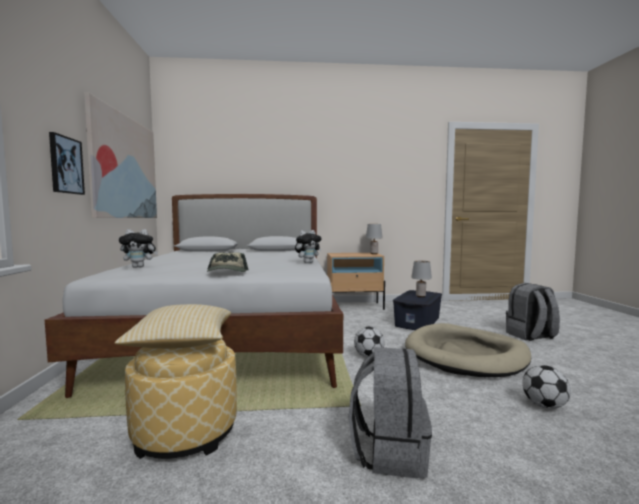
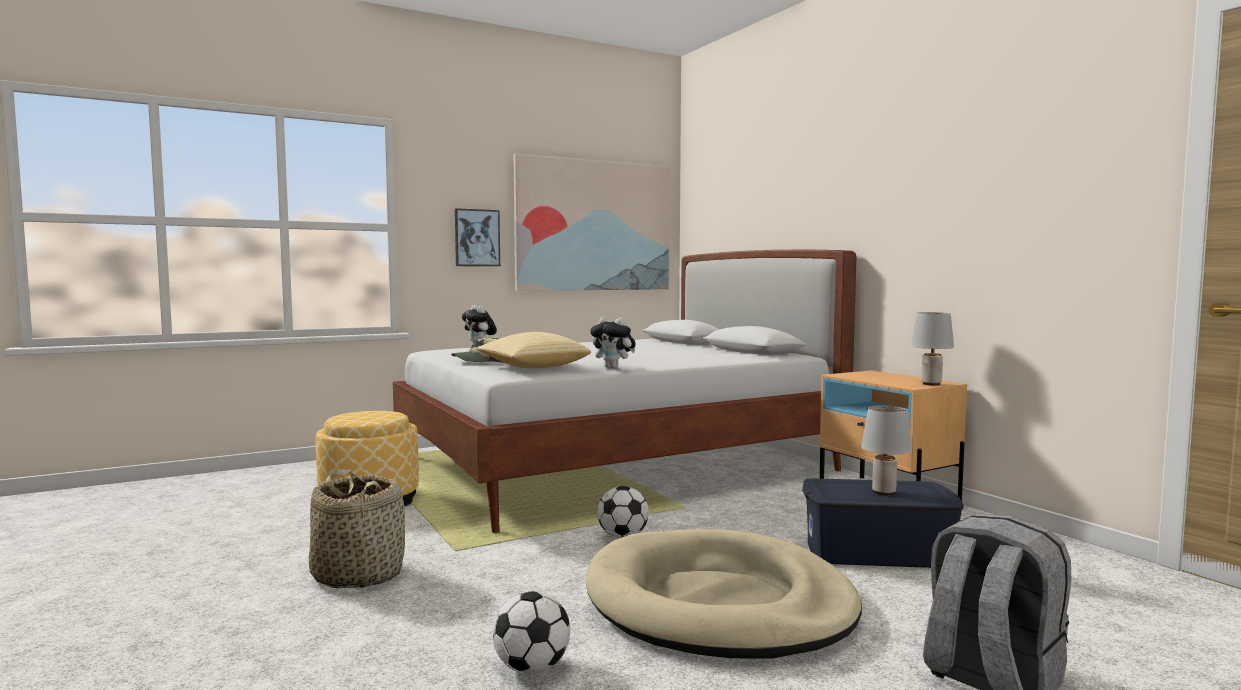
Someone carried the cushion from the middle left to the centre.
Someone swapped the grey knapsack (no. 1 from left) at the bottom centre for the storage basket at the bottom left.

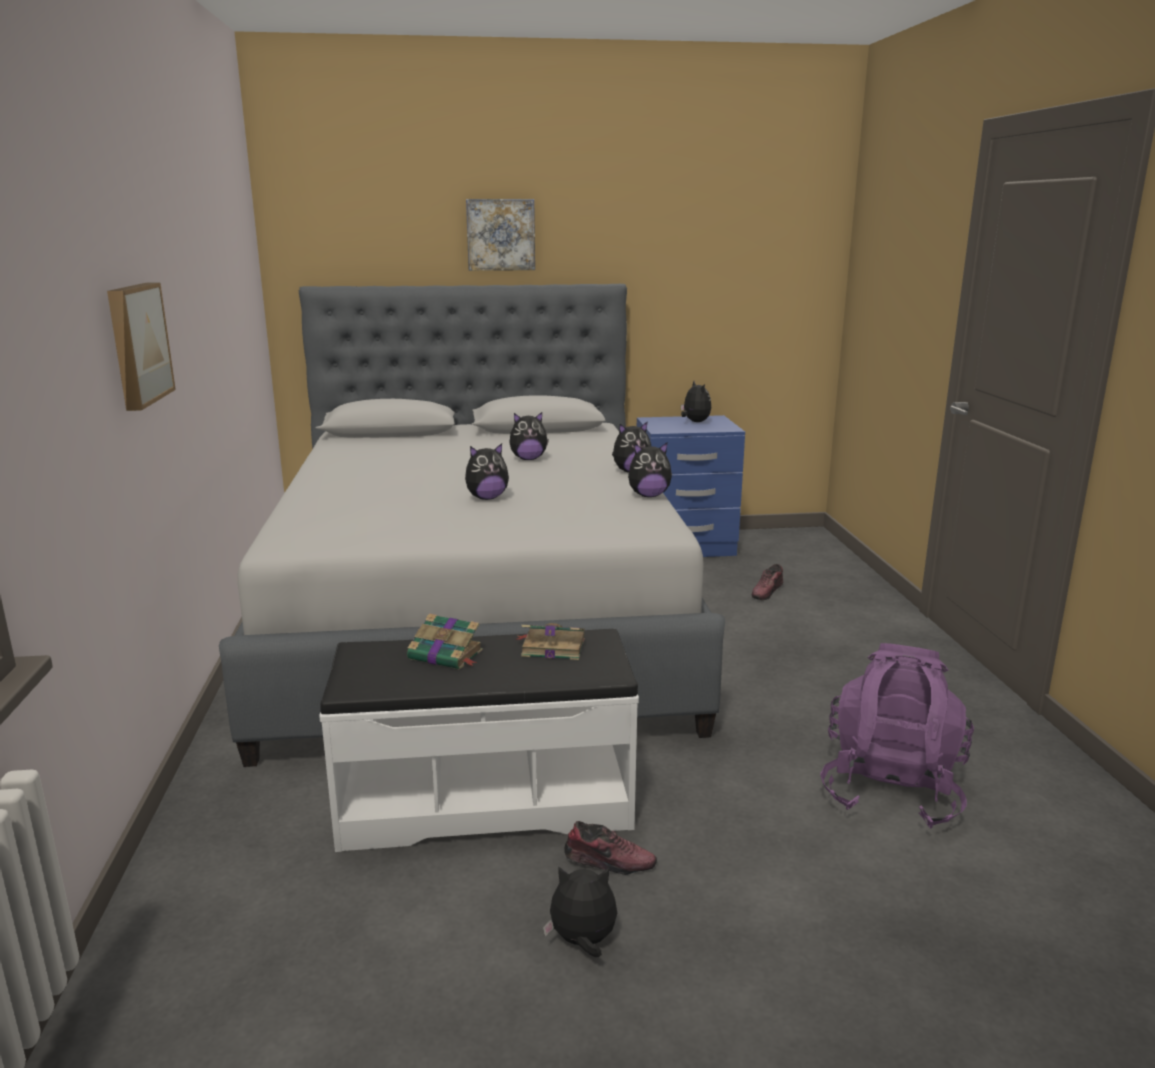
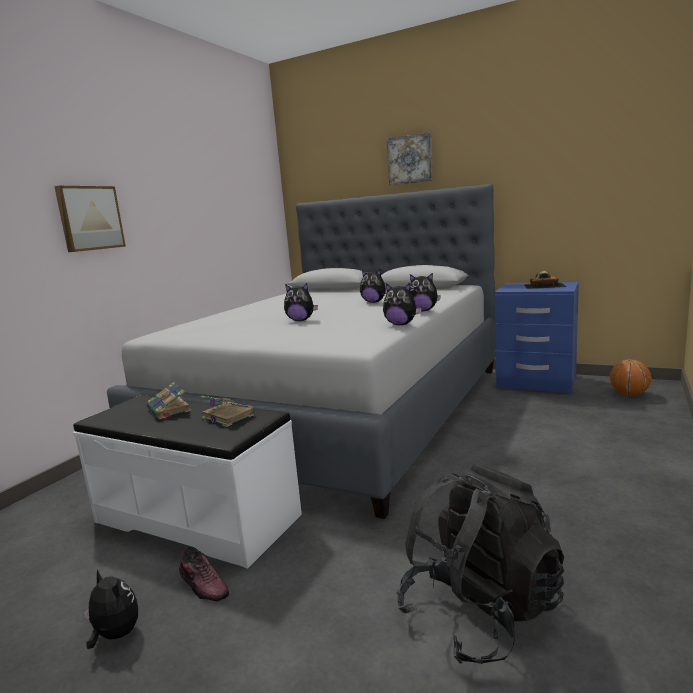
Someone swapped the cuddly toy (no. 6 from left) at the centre for the miniature car at the middle right.
Someone took away the low shoe (no. 2 from left) at the centre.
Someone repainted the purplish knapsack at the bottom right, which became the blackish knapsack at the bottom right.
Someone put down the basketball ball at the middle right.

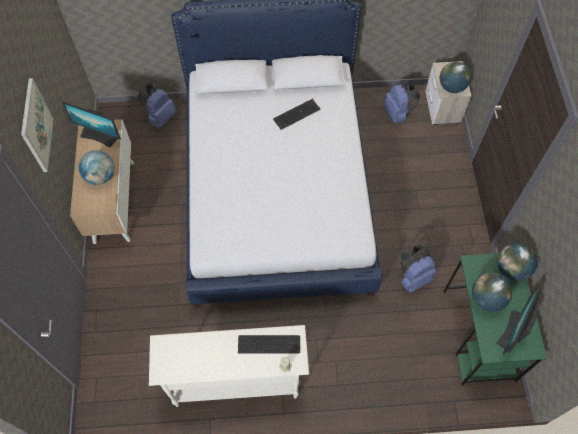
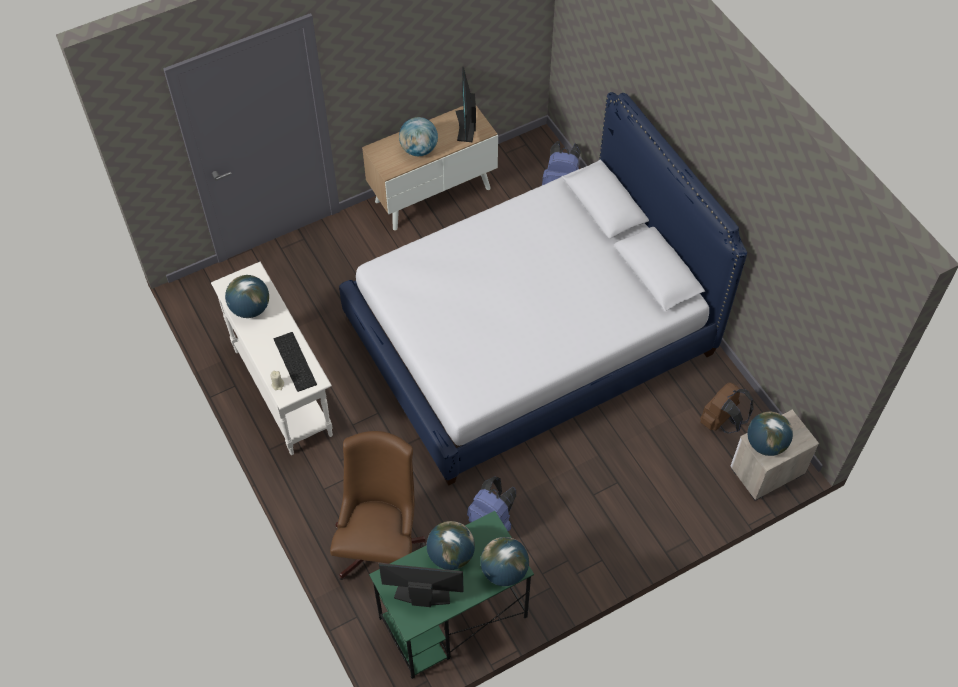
Someone took away the wall art at the top left.
Someone took away the PC keyboard (no. 2 from left) at the top centre.
Someone repainted the blue knapsack (no. 2 from left) at the top right, which became the brown knapsack at the middle right.
Someone put down the desk globe (no. 1 from left) at the middle left.
Someone put down the brown computer chair at the bottom centre.

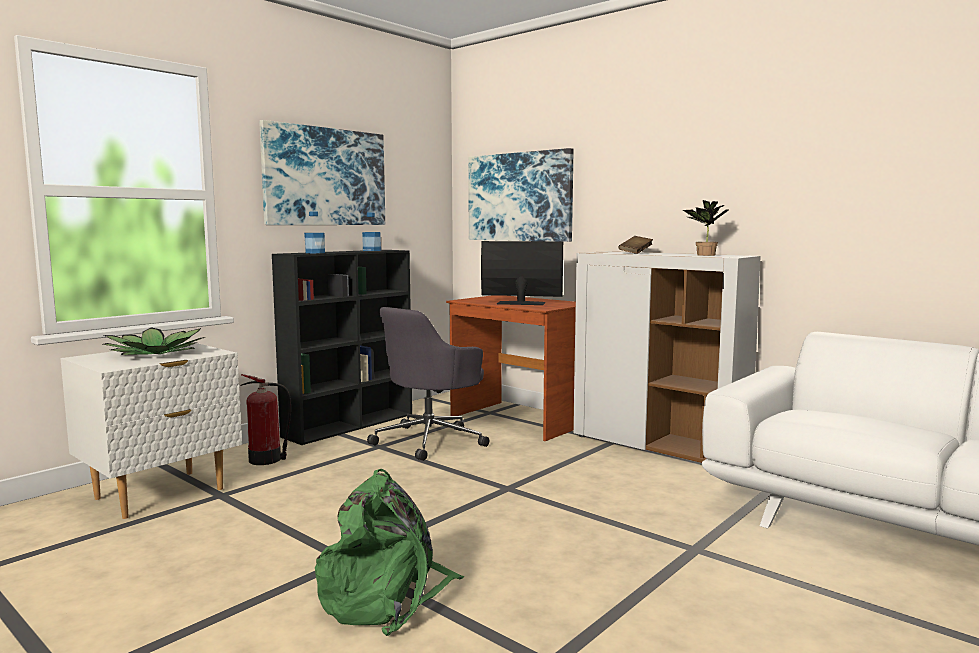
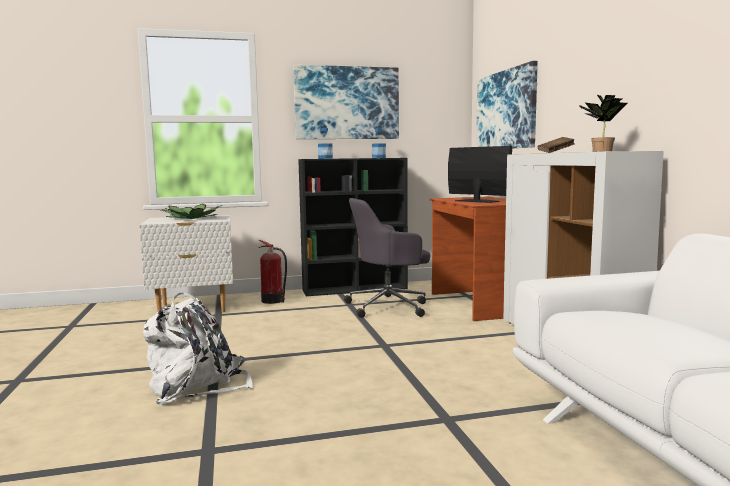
Someone repainted the green knapsack at the bottom centre, which became the white knapsack at the bottom left.

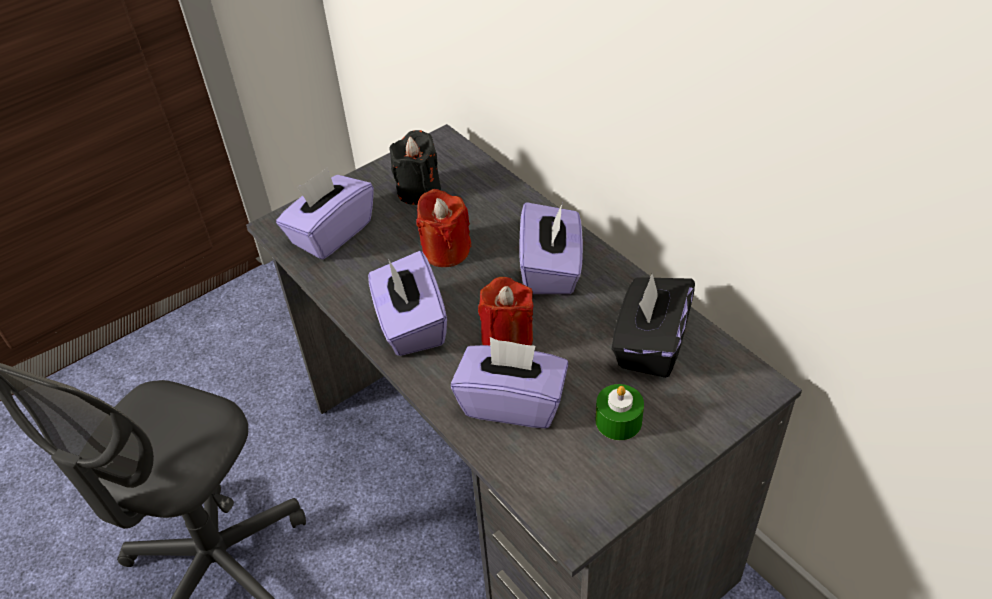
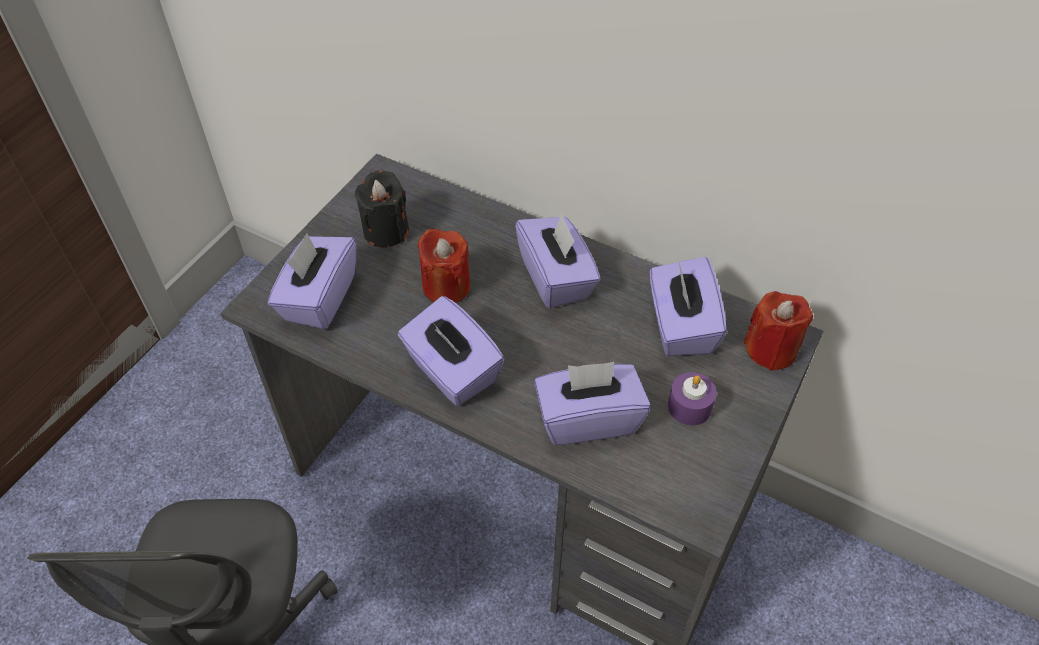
Someone carried the reddish wax light (no. 2 from left) from the centre to the middle right.
Someone repainted the green wax light at the bottom centre, which became the purplish wax light at the centre.
Someone repainted the blackish tissue holder at the centre, which became the purplish tissue holder (no. 5 from left) at the centre.

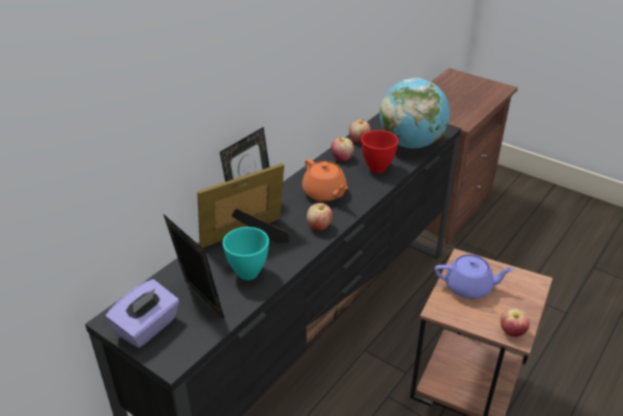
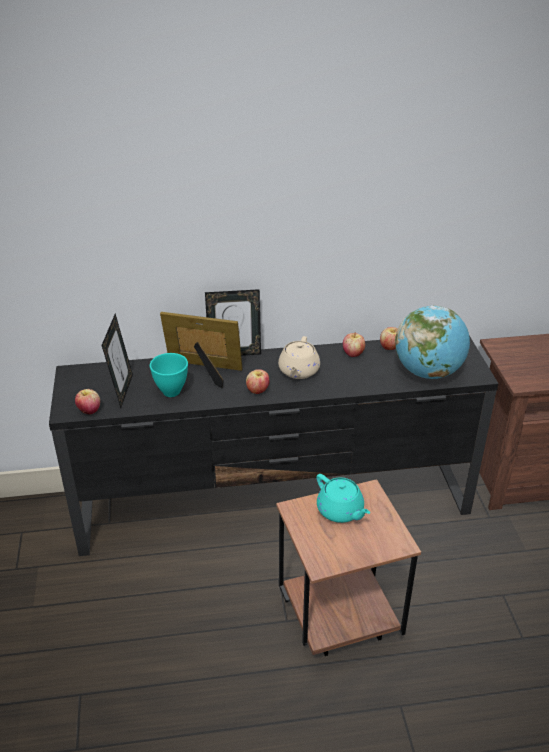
Someone took away the purplish tissue holder at the bottom left.
Someone repainted the orange tea pot at the centre, which became the sand-coloured tea pot at the centre.
Someone took away the reddish deep dish at the centre.
Someone repainted the purplish tea pot at the middle right, which became the turquoise tea pot at the centre.
Someone carried the apple (no. 4 from left in the first image) from the bottom right to the middle left.

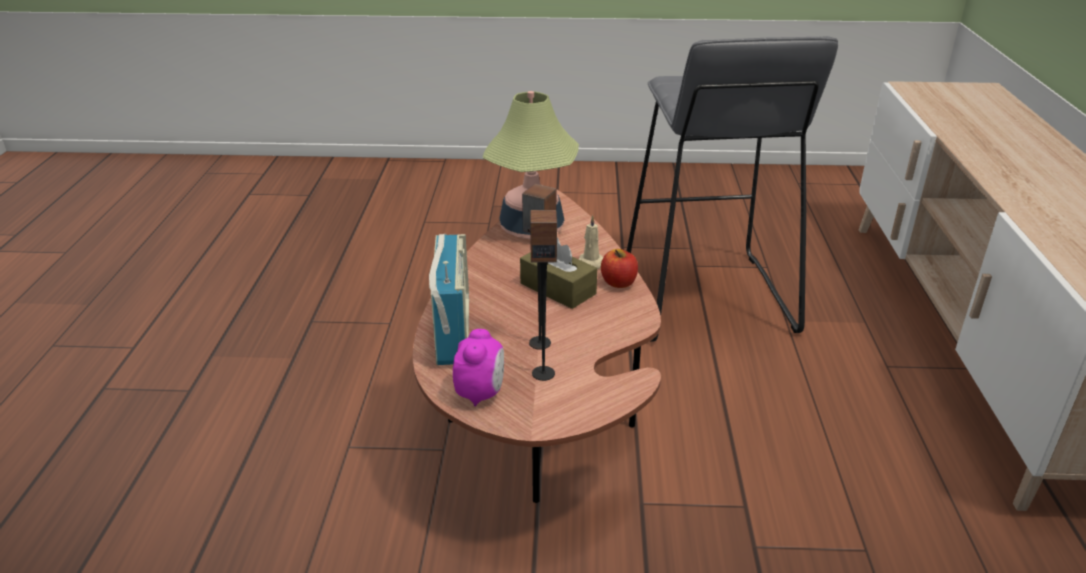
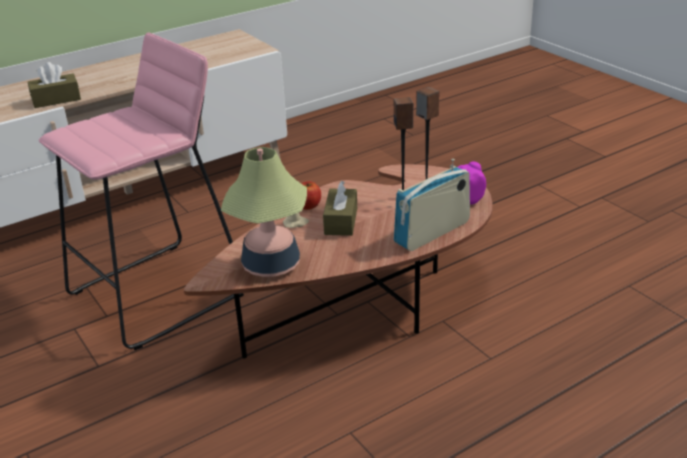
Someone repainted the grey sitting stool at the top right, which became the pinkish sitting stool at the middle left.
Someone put down the brown tissue holder (no. 1 from left) at the top left.

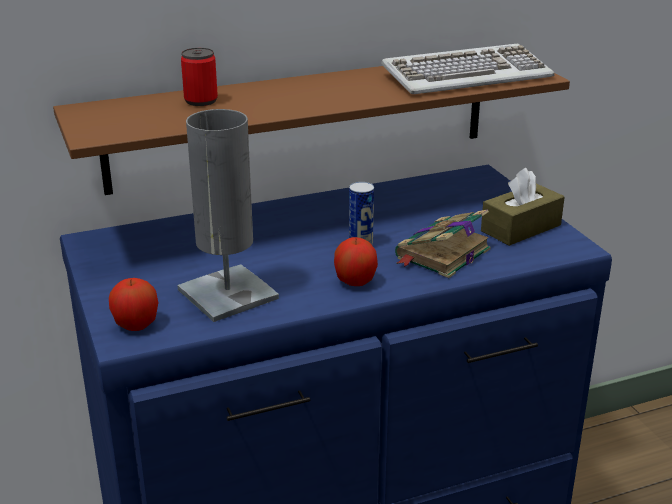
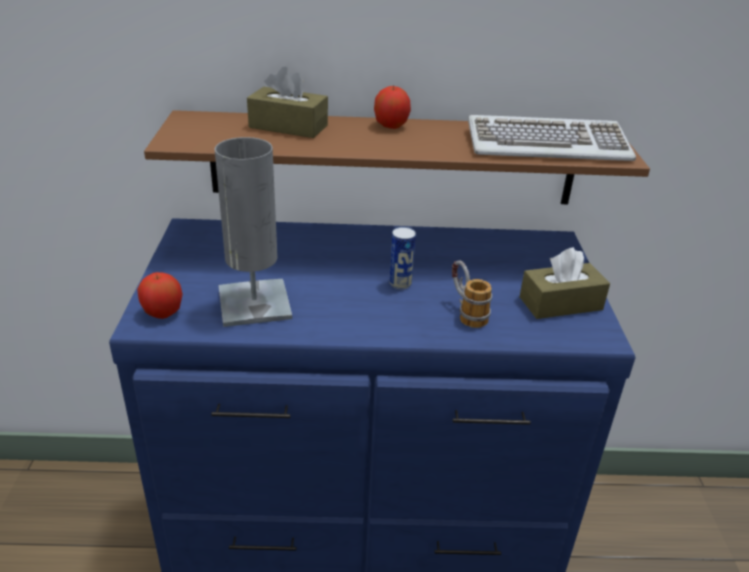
Someone swapped the can (no. 1 from left) at the top left for the brown tissue holder (no. 1 from left) at the top centre.
Someone carried the apple (no. 2 from left) from the centre to the top centre.
Someone swapped the bound book at the centre for the mug at the centre.

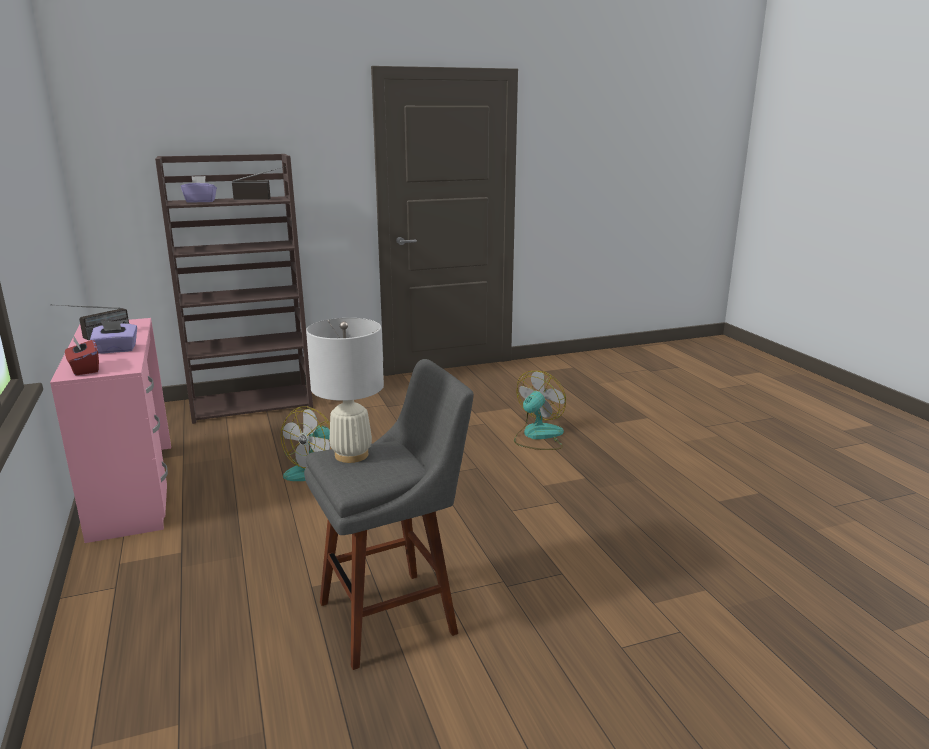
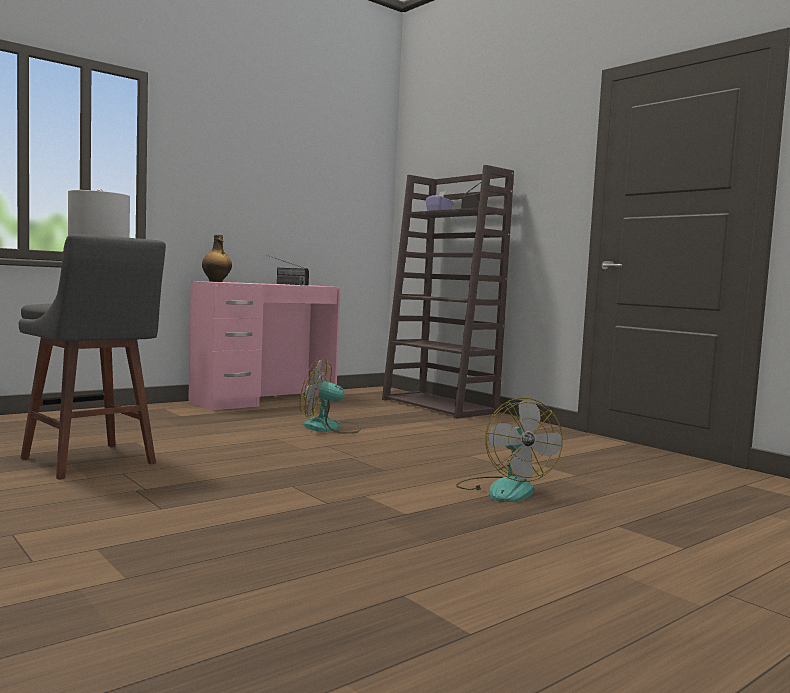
Someone swapped the reddish tissue holder at the middle left for the bottle at the middle left.
Someone took away the purplish tissue holder (no. 1 from left) at the middle left.
Someone rotated the fan (no. 2 from left) at the centre by 60 degrees clockwise.

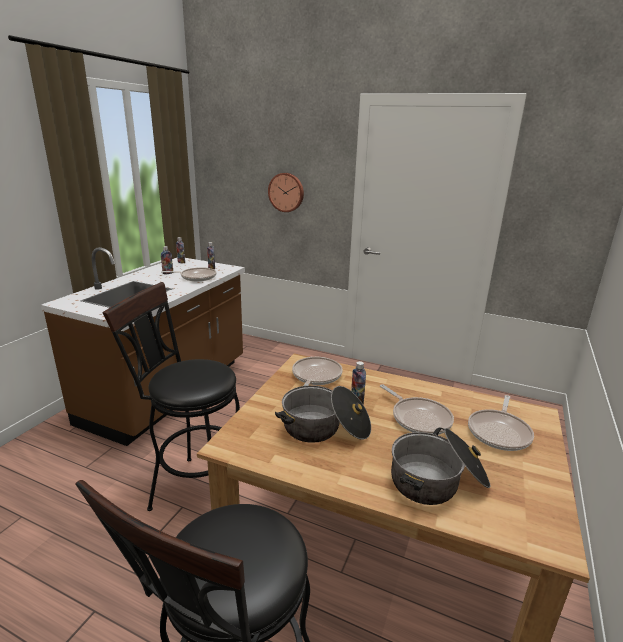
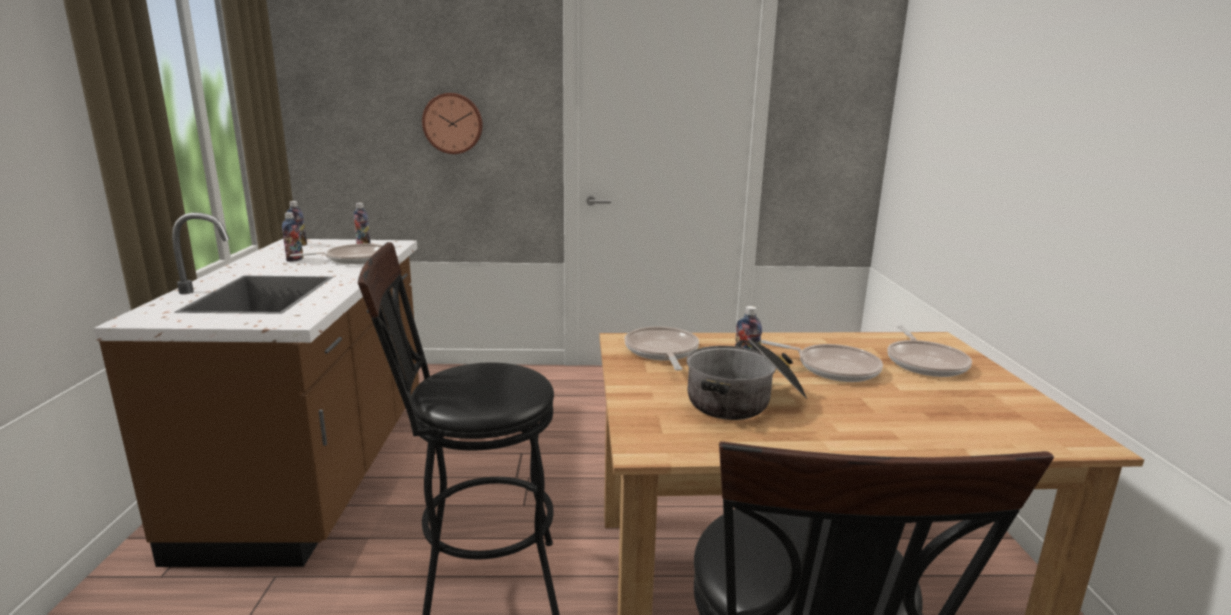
Someone took away the saucepot (no. 2 from left) at the bottom right.

